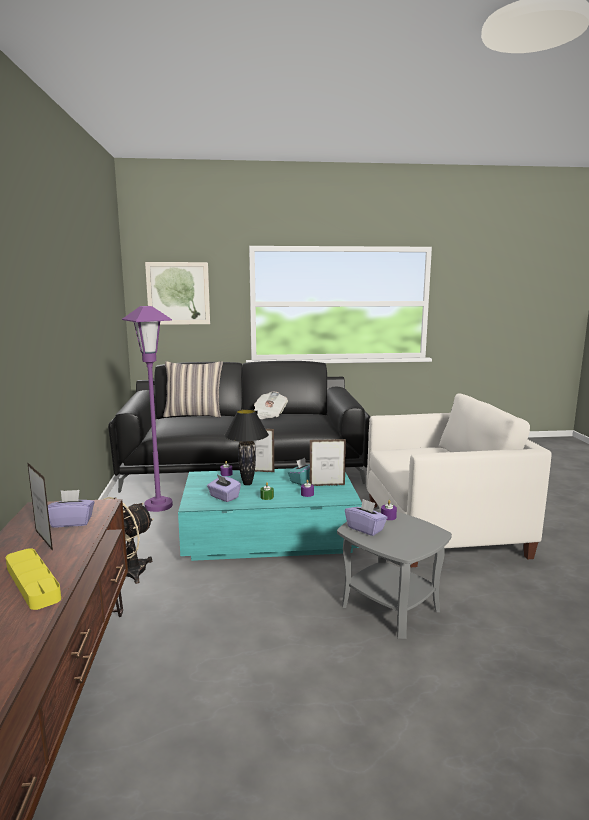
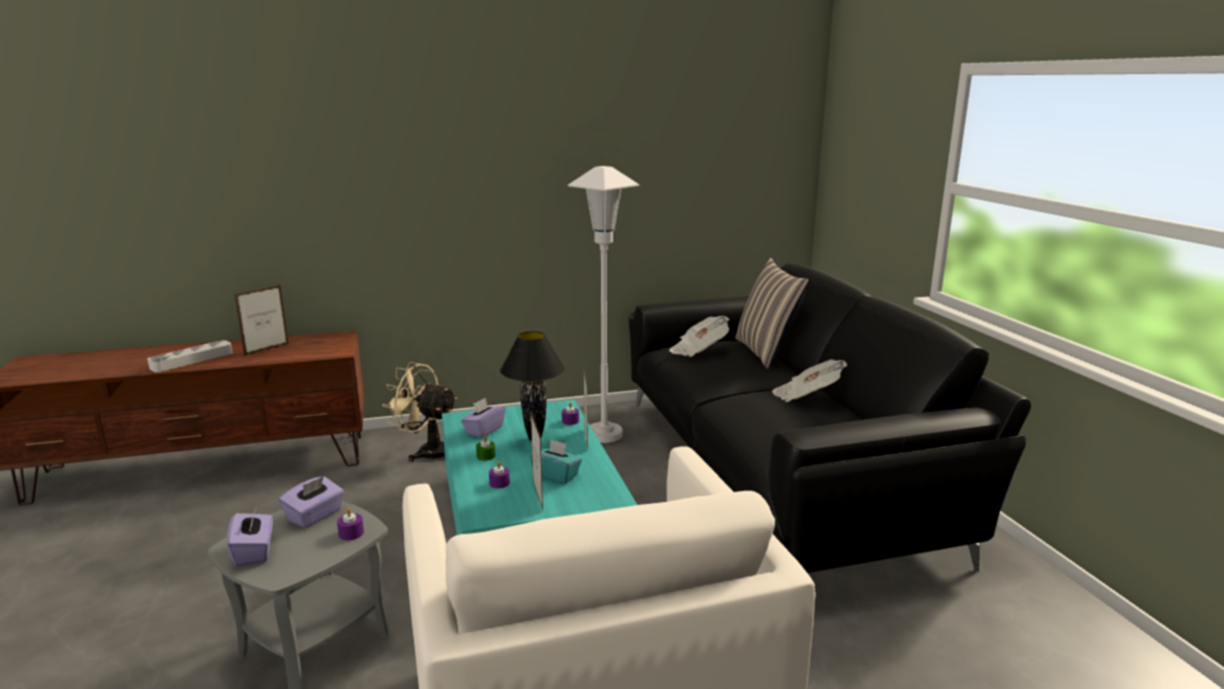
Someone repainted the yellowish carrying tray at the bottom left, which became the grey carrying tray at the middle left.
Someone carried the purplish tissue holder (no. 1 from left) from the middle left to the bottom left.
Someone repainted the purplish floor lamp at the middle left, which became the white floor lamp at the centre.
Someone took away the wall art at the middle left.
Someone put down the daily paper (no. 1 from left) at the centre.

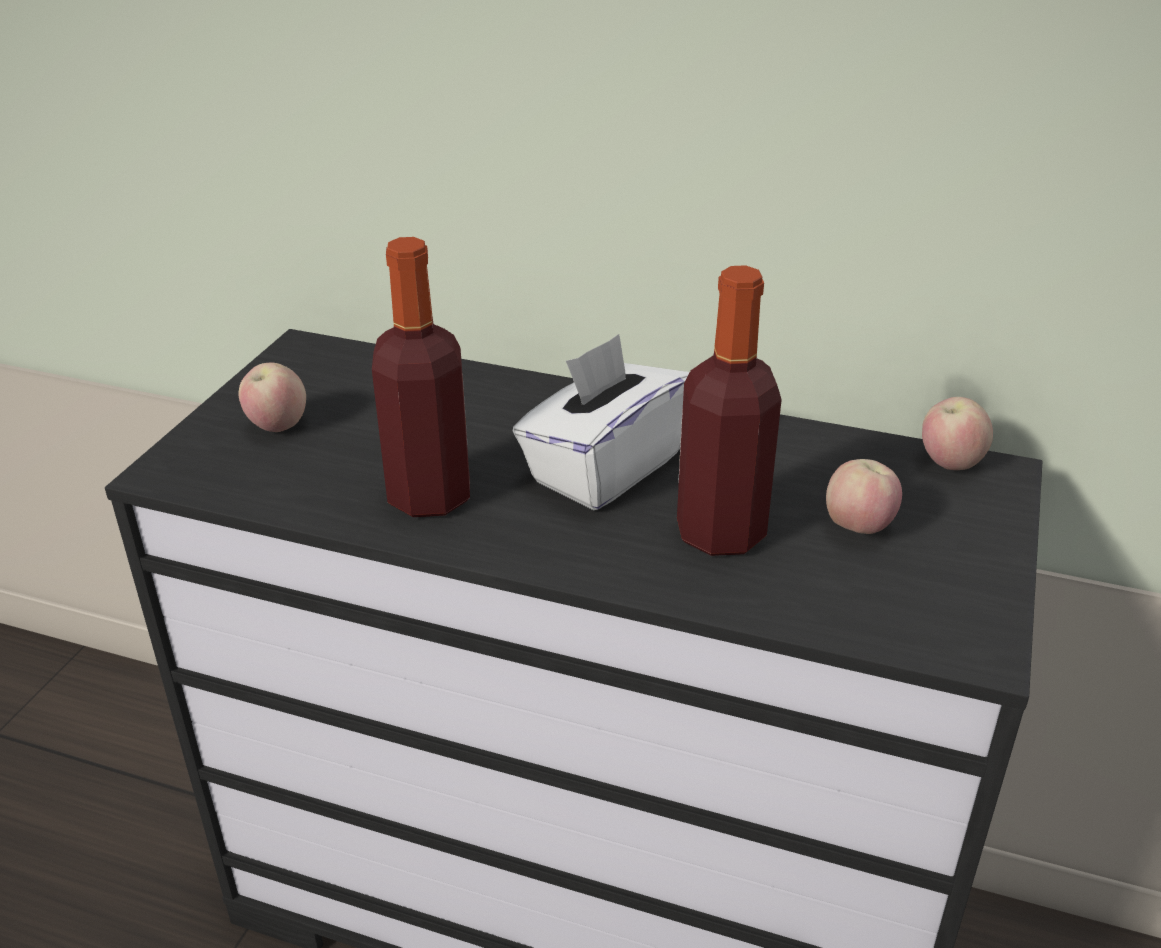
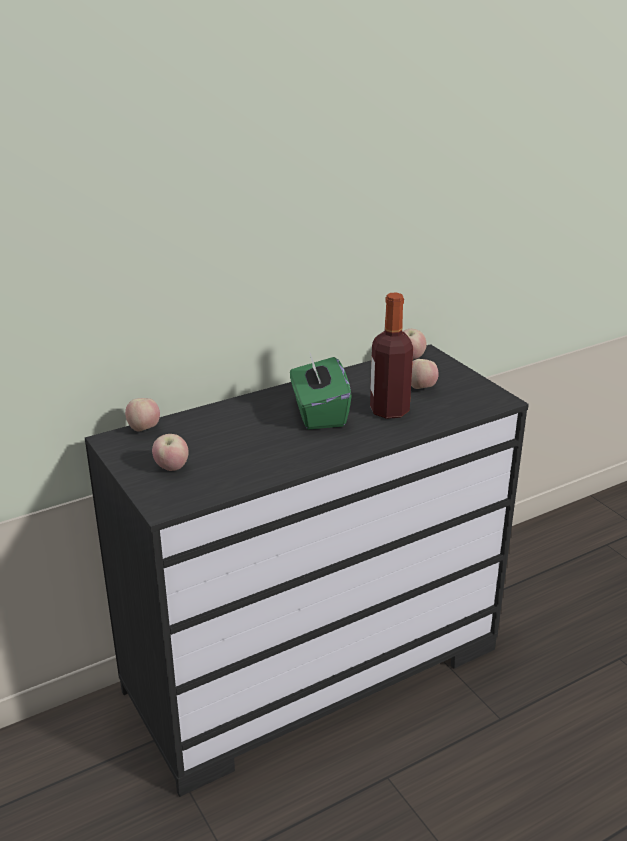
Someone took away the bottle (no. 1 from left) at the centre.
Someone repainted the white tissue holder at the centre, which became the green tissue holder at the centre.
Someone put down the apple (no. 1 from left) at the middle left.

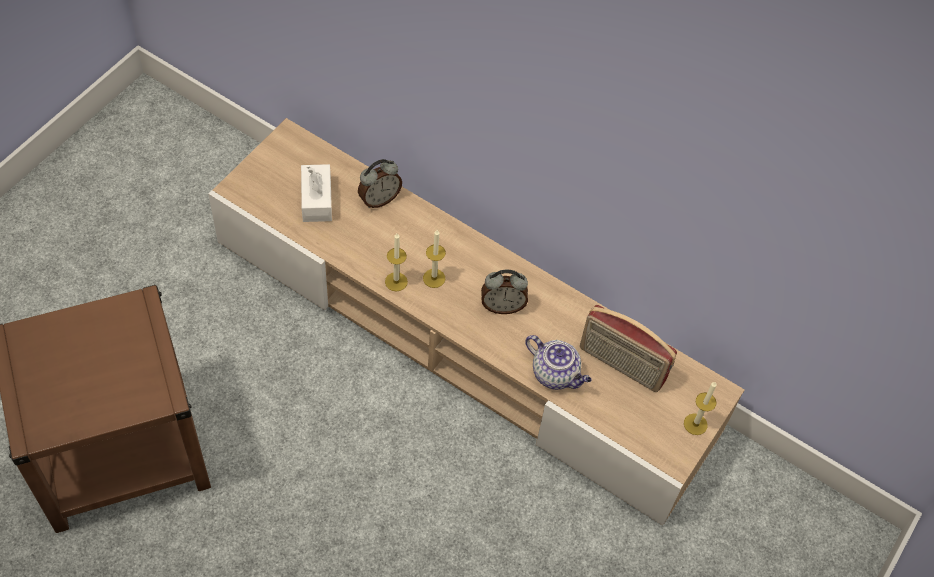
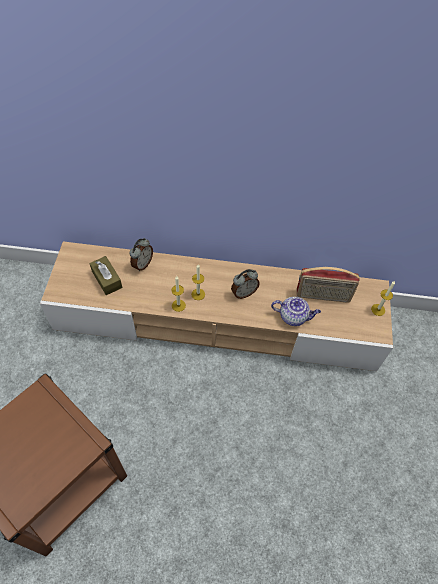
Someone repainted the white tissue holder at the centre, which became the brown tissue holder at the middle left.

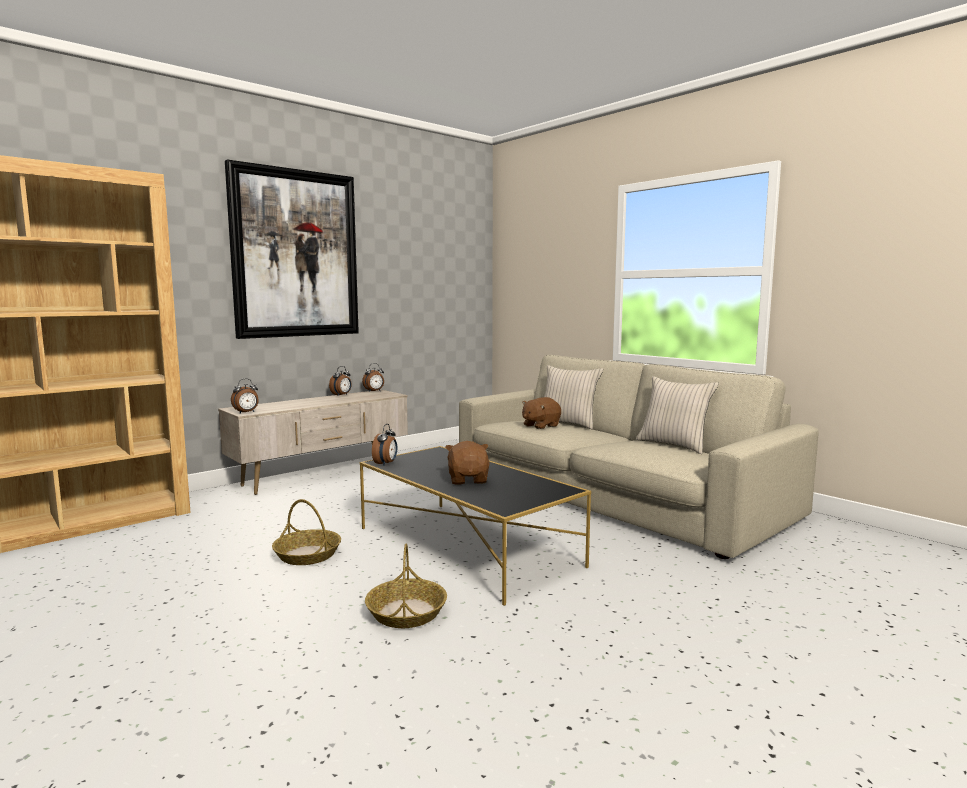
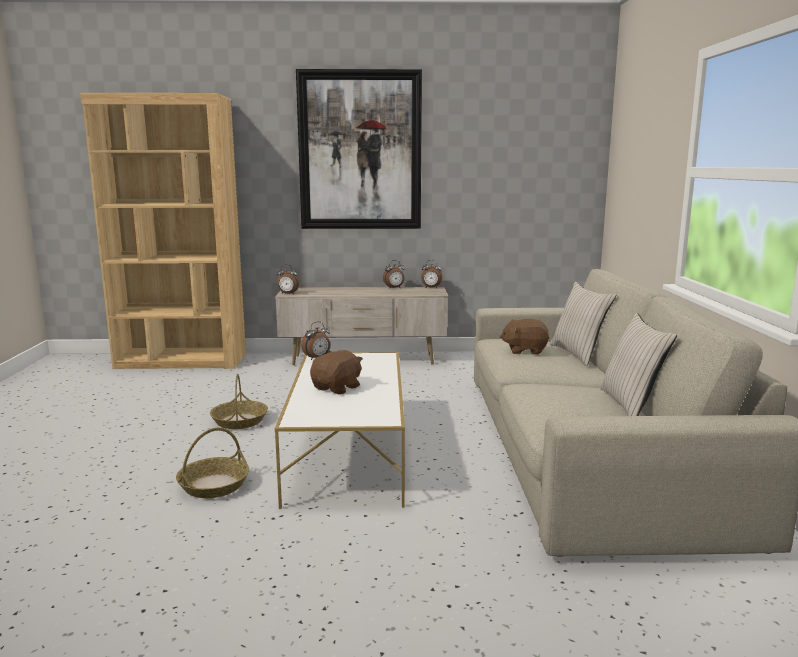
Someone repainted the blackish lounge table at the bottom centre, which became the white lounge table at the centre.

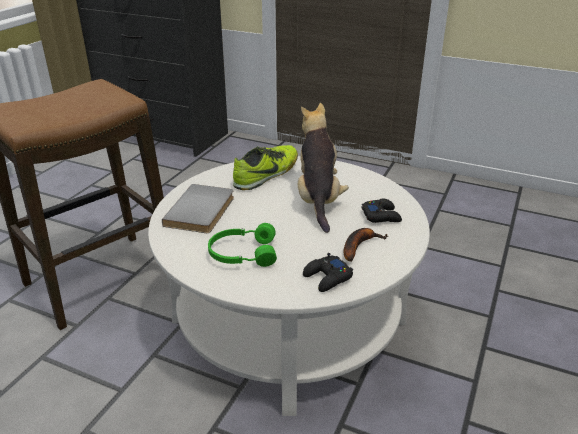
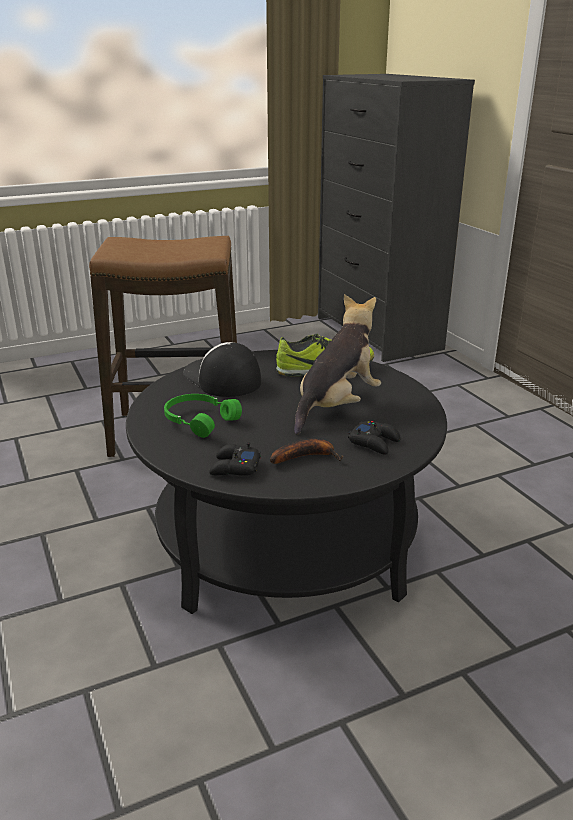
Someone repainted the white lounge table at the centre, which became the blackish lounge table at the centre.
Someone swapped the grey bound book at the centre for the cap at the centre.

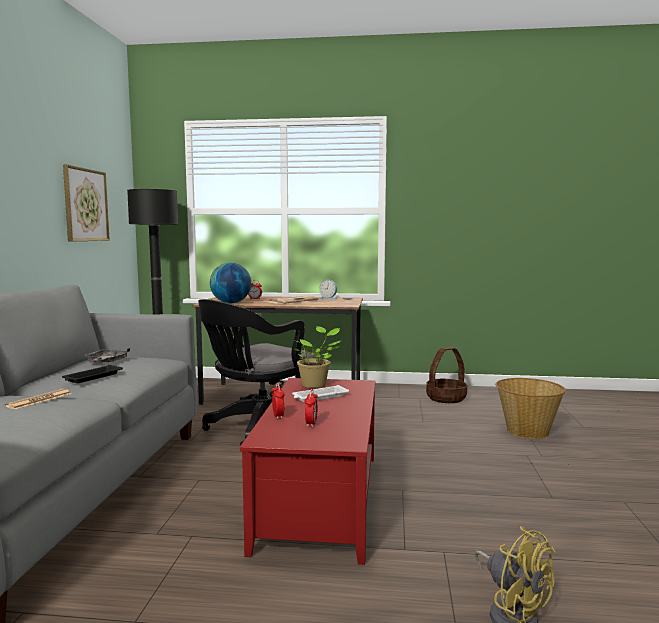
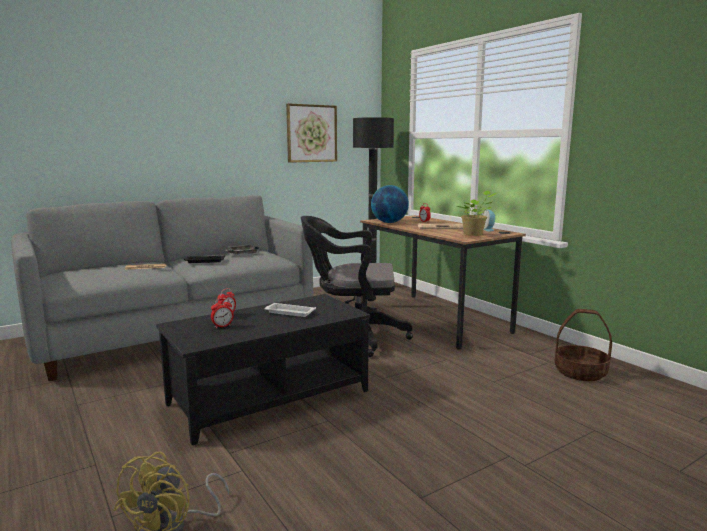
Someone repainted the reddish lounge table at the bottom centre, which became the blackish lounge table at the bottom centre.
Someone carried the plant in a pot from the centre to the middle right.
Someone took away the storage basket (no. 2 from left) at the middle right.

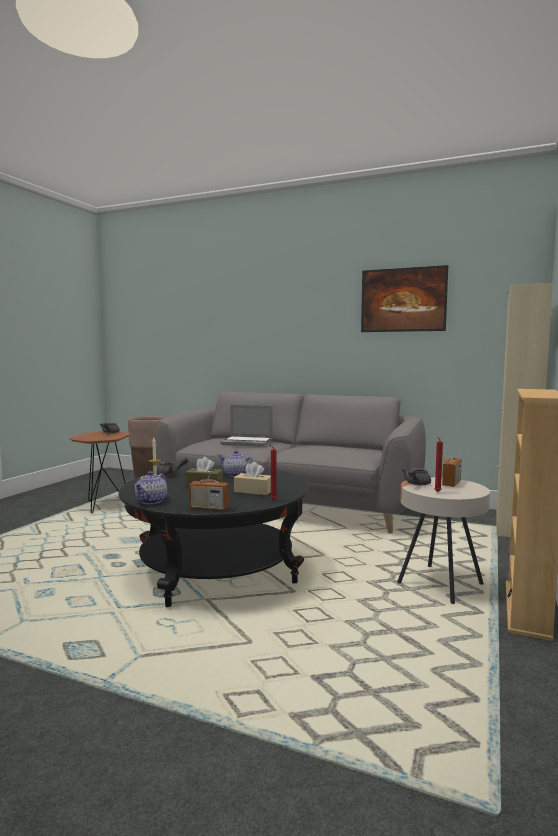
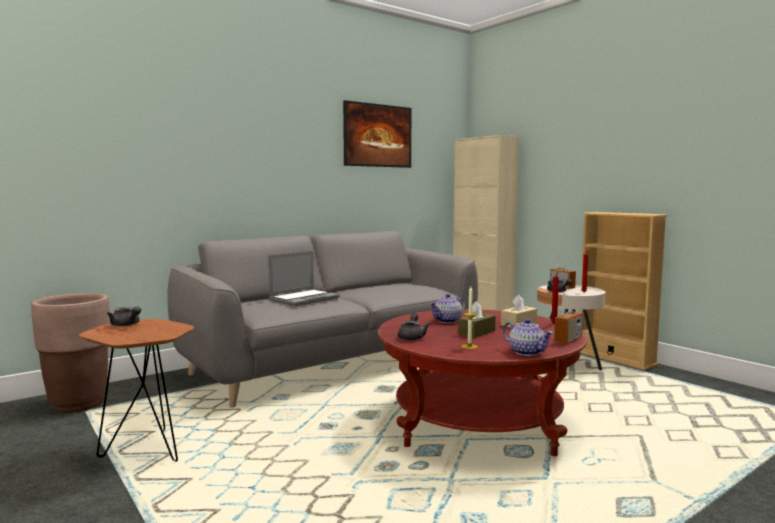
Someone repainted the blackish lounge table at the centre, which became the reddish lounge table at the bottom centre.

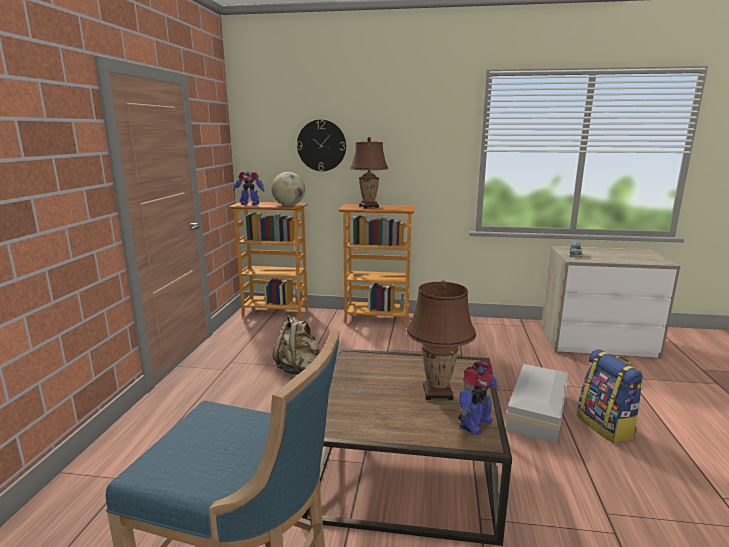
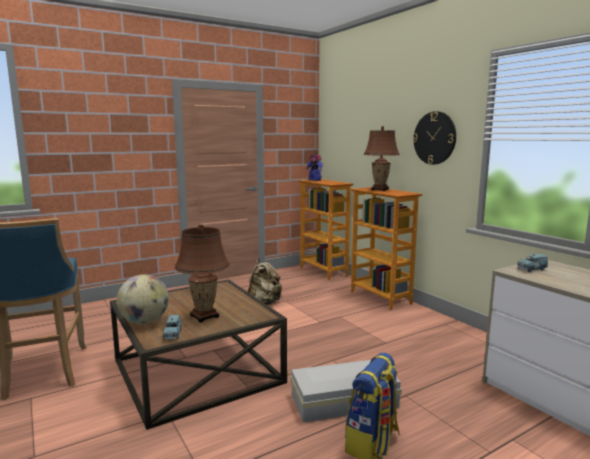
Someone carried the desk globe from the centre to the middle left.
Someone carried the wall clock from the top centre to the top right.
Someone swapped the model robot (no. 2 from left) at the bottom centre for the blue miniature car (no. 1 from left) at the bottom left.

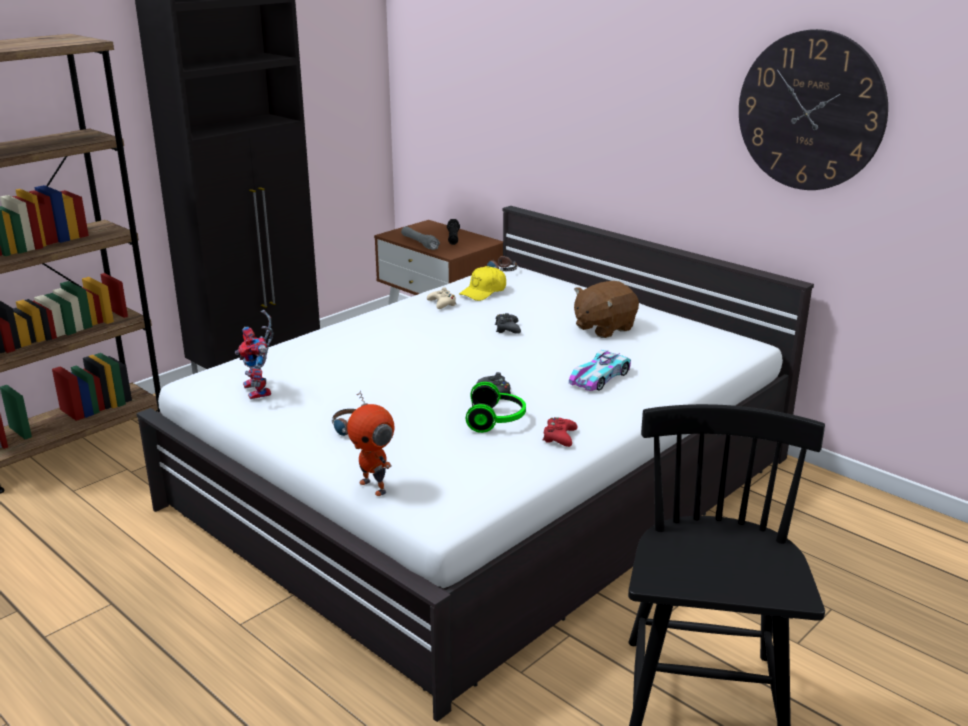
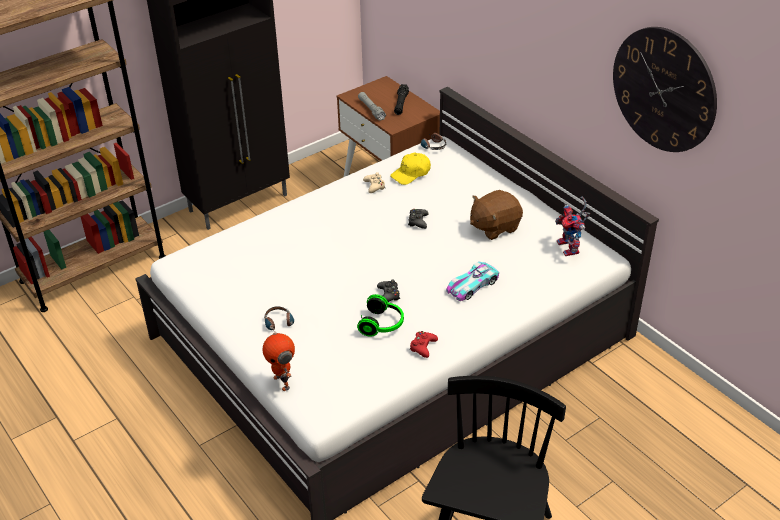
Someone carried the model robot (no. 1 from left in the first image) from the middle left to the middle right.

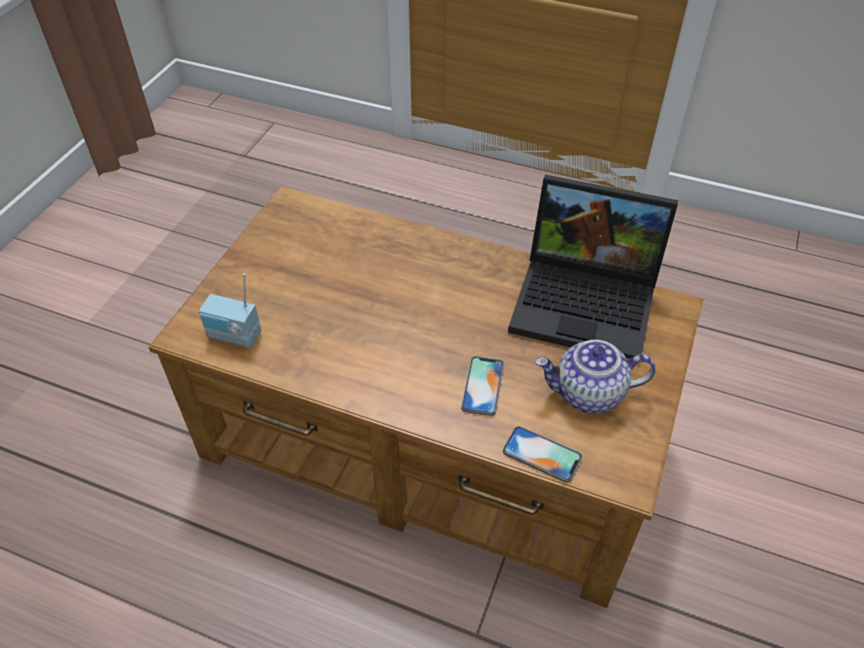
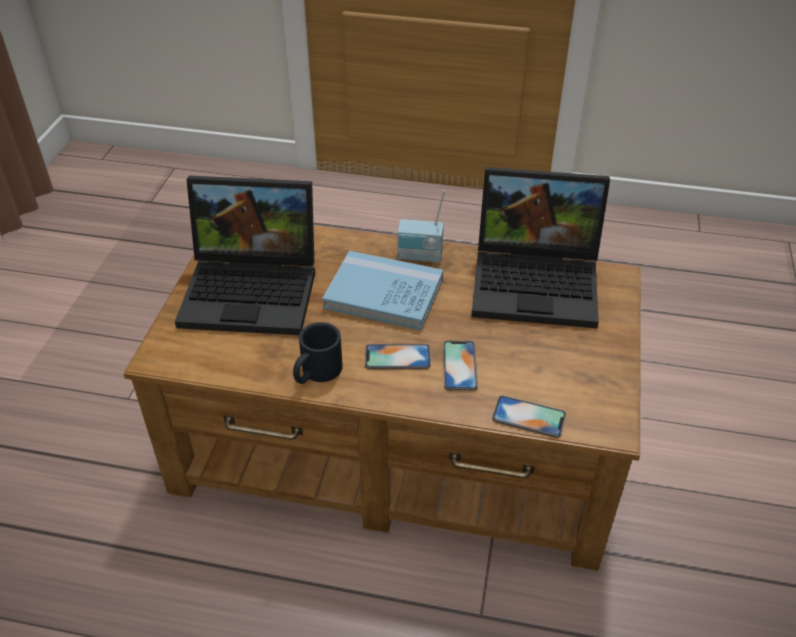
Someone carried the radio from the middle left to the centre.
Someone took away the tea pot at the middle right.
Someone put down the portable computer (no. 1 from left) at the middle left.
Someone put down the blackish mug at the centre.
Someone put down the blue bound book at the centre.
Someone put down the telephone (no. 1 from left) at the centre.

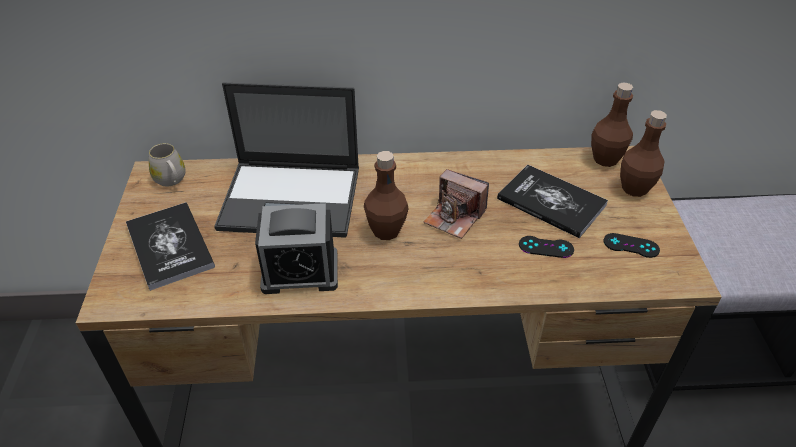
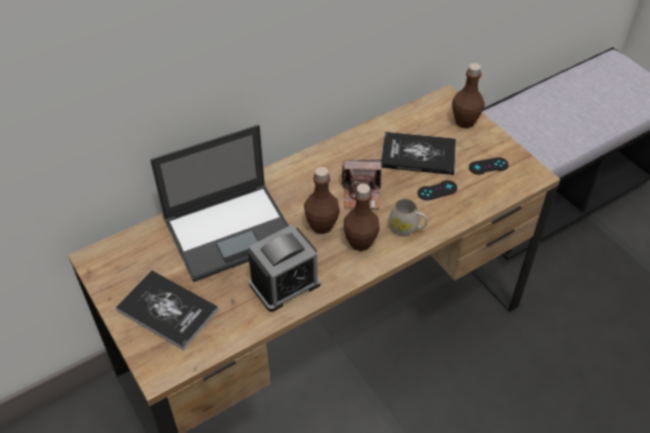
Someone carried the white mug from the middle left to the centre.
Someone carried the brown bottle (no. 2 from left) from the top right to the centre.

